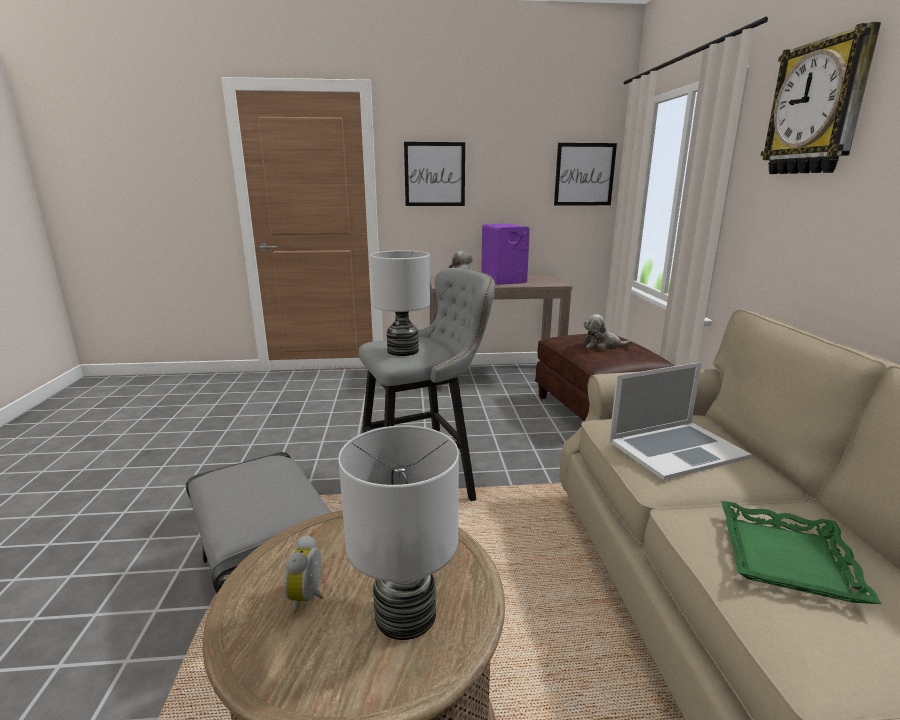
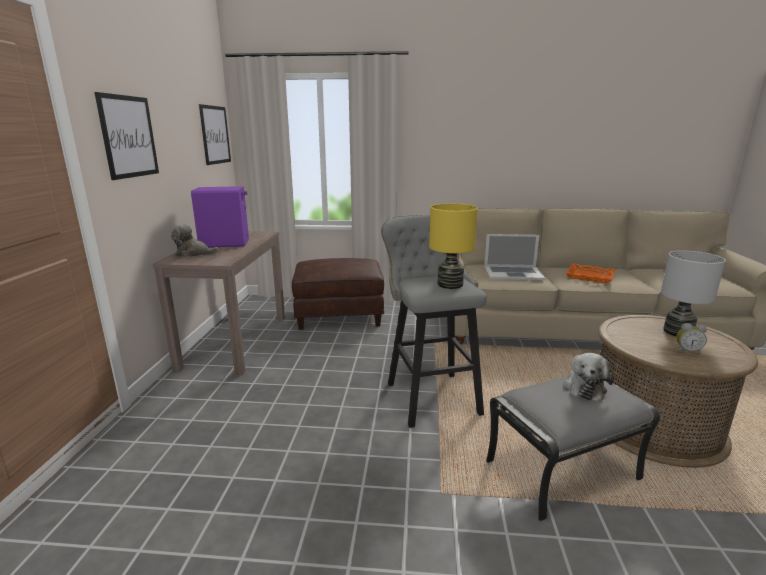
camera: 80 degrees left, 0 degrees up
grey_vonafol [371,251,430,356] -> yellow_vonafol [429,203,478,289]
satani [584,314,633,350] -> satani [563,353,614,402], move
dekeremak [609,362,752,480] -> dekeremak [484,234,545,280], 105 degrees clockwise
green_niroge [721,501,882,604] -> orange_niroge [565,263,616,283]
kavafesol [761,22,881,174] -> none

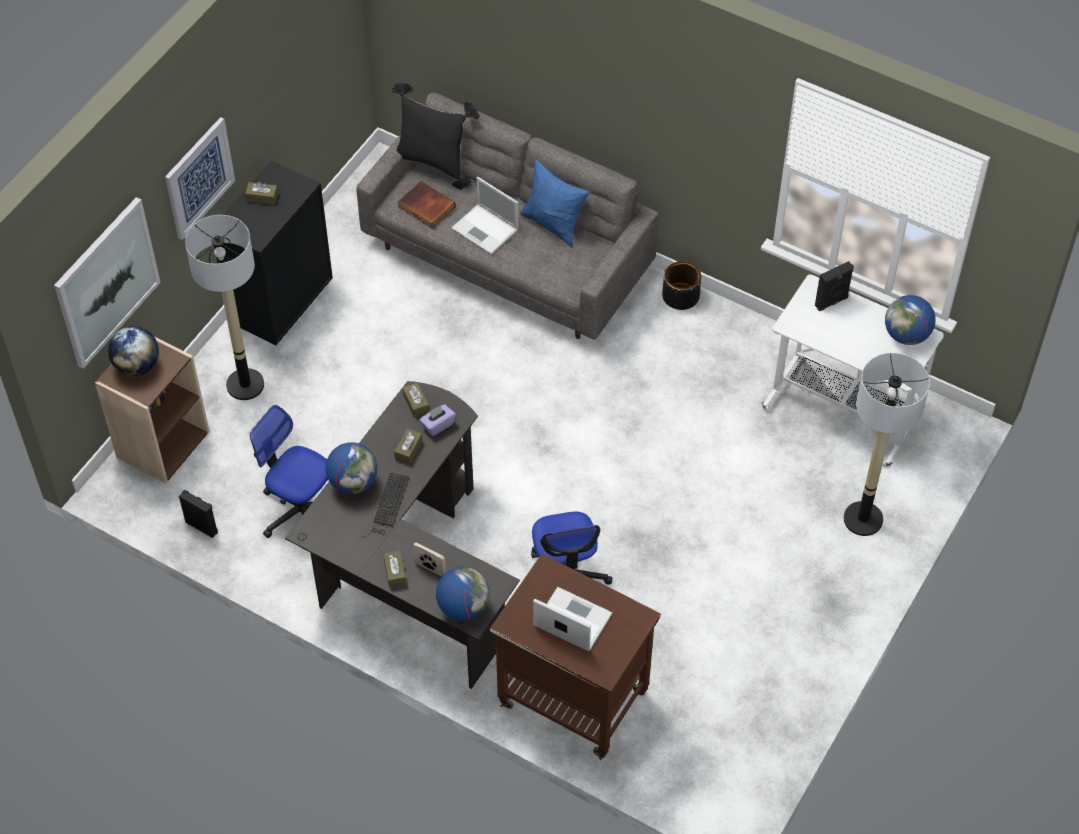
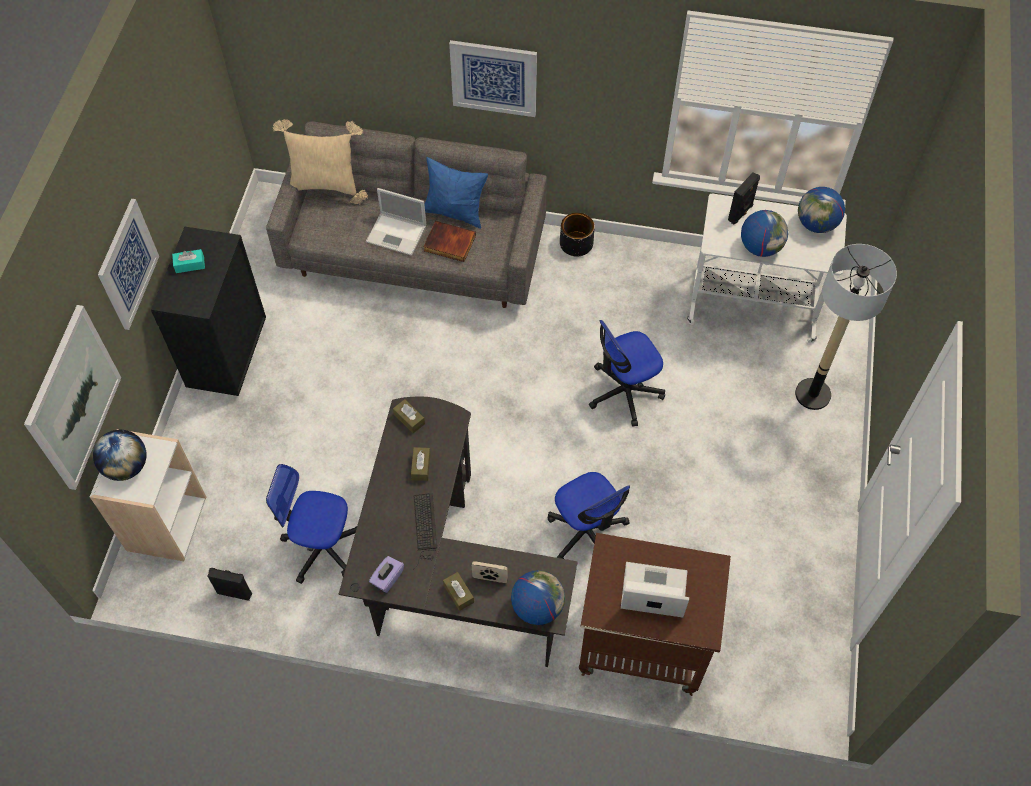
camera: 20 degrees left, 5 degrees up
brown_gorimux [95,337,210,483] -> white_gorimux [90,429,206,561]
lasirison [185,215,264,400] -> none
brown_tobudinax [245,182,278,205] -> turquoise_tobudinax [172,249,205,273]
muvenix [326,442,377,494] -> muvenix [741,210,788,257], move
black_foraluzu [392,83,480,190] -> beige_foraluzu [273,119,368,204]
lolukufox [398,181,456,228] -> lolukufox [423,221,476,262], move
purple_tobudinax [420,404,456,436] -> purple_tobudinax [369,556,404,593], move
none -> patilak [449,40,537,117]
none -> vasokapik [589,320,665,427]

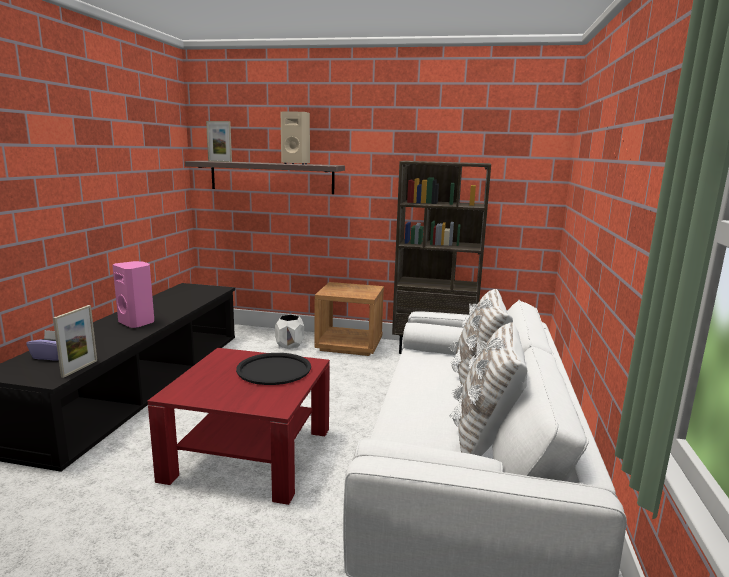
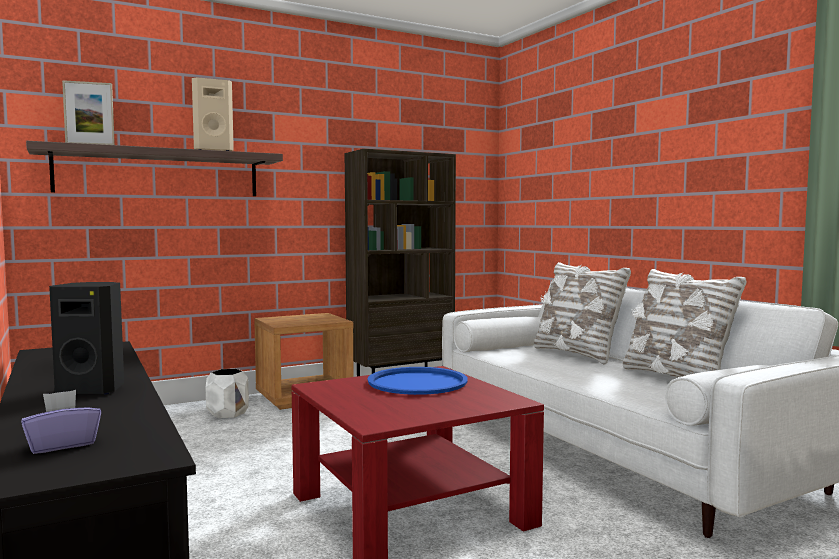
camera: 40 degrees left, 10 degrees down
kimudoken [53,305,97,378] -> none
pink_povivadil [112,261,154,328] -> black_povivadil [49,282,124,394]
black_niroge [236,353,311,385] -> blue_niroge [367,367,468,395]

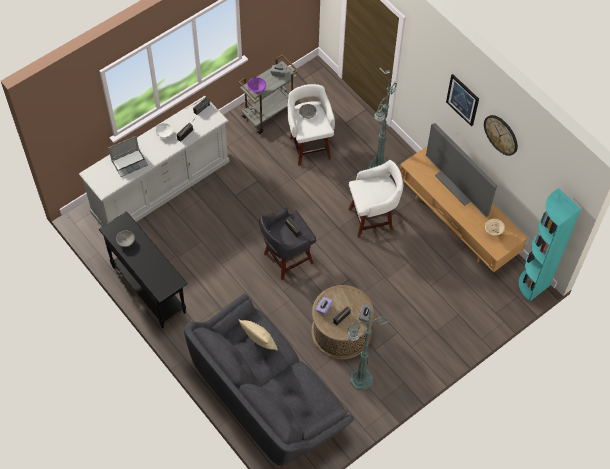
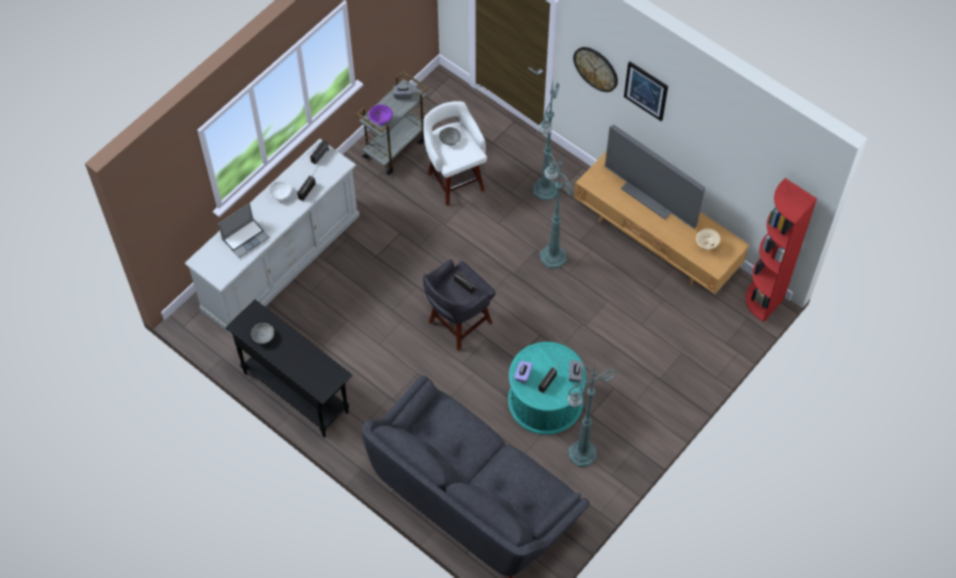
camera: 10 degrees left, 0 degrees up
beige_foraluzu [239,320,278,350] -> none
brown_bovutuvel [311,285,374,360] -> turquoise_bovutuvel [508,342,586,435]
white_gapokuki [349,160,403,238] -> green_lasirison [540,152,572,269]
kavafesol [484,115,518,156] -> kavafesol [573,47,618,92], move
turquoise_gorimux [518,188,581,302] -> red_gorimux [746,178,817,322]

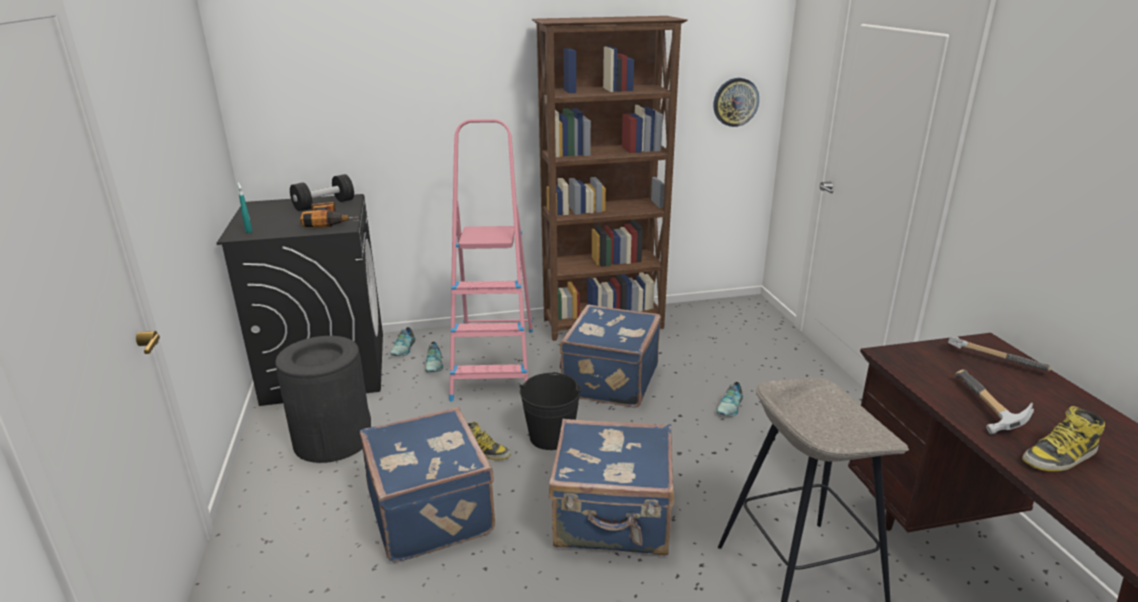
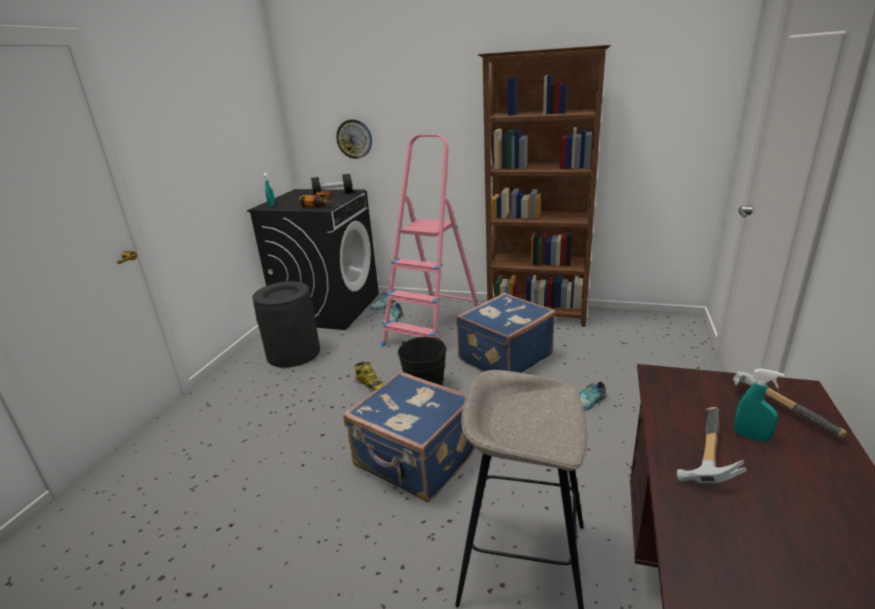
camera: 30 degrees right, 0 degrees up
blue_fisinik [360,407,495,563] -> none
kavafesol [714,78,759,127] -> kavafesol [336,119,372,159], move
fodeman [1022,406,1105,472] -> none
none -> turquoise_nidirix [734,368,784,442]

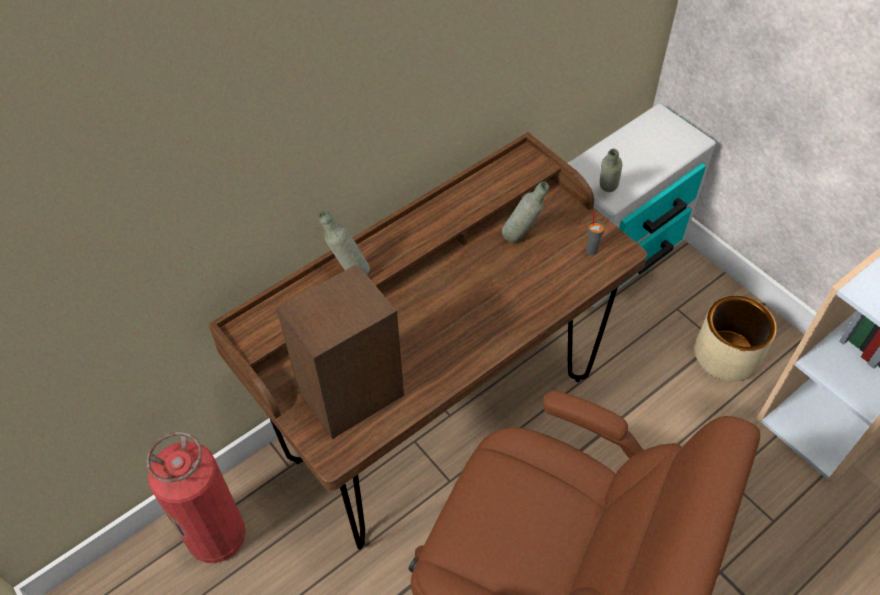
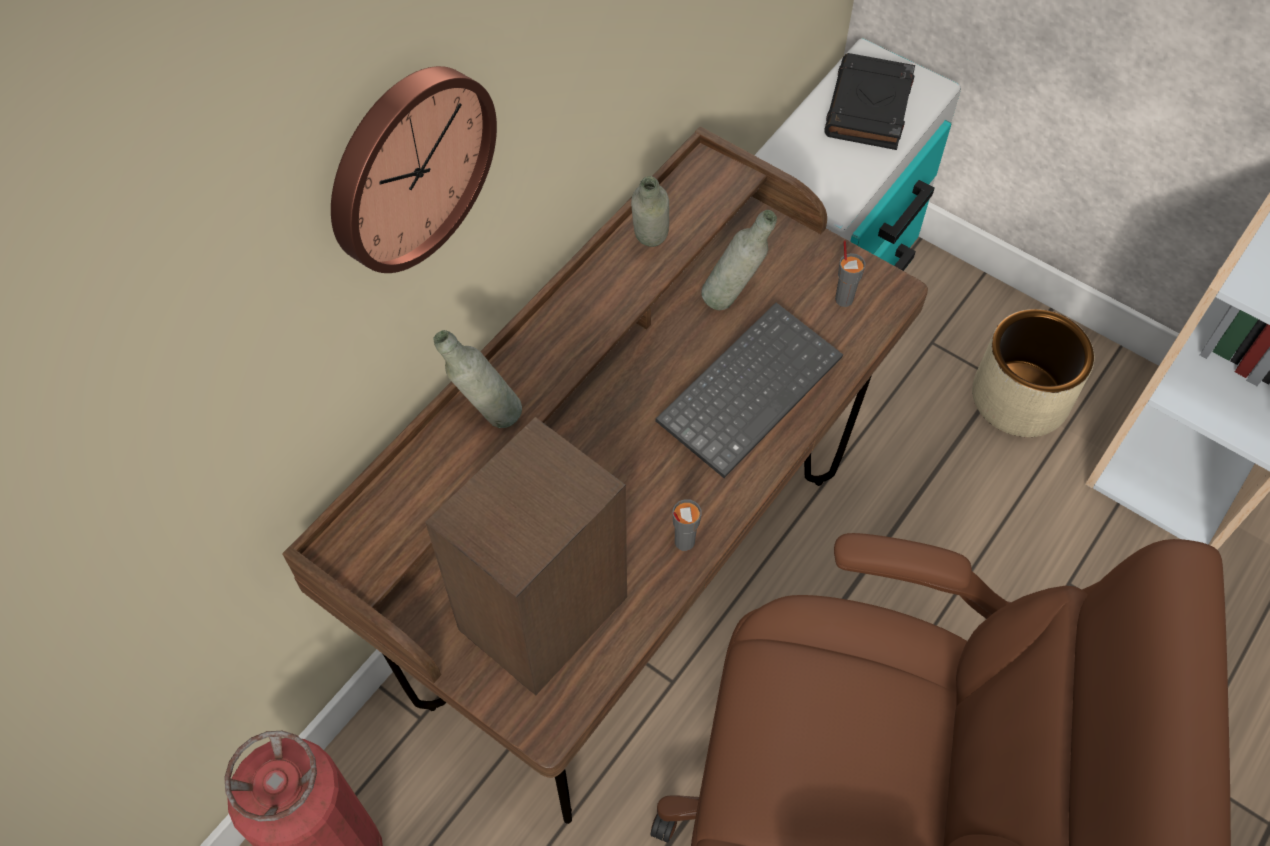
camera: 15 degrees left, 5 degrees up
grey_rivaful [600,149,622,192] -> grey_rivaful [631,176,669,247], move
none -> kavafesol [331,66,497,273]
none -> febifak [655,303,843,478]
none -> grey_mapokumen [673,499,701,551]
none -> black_lolukufox [824,53,915,150]

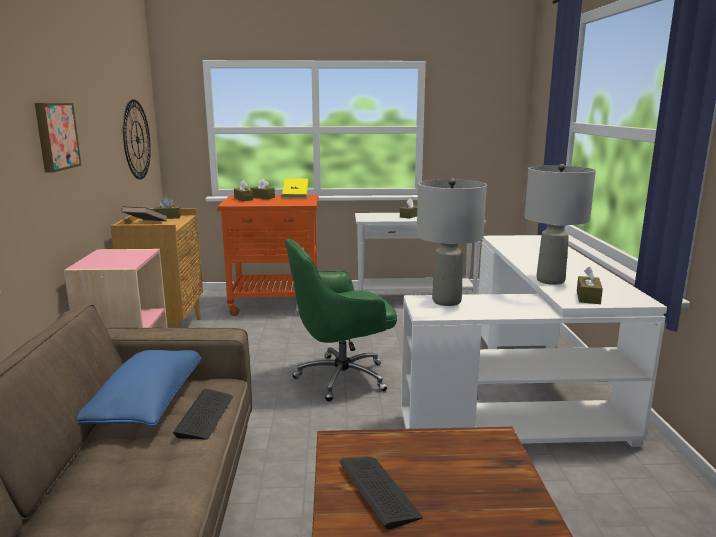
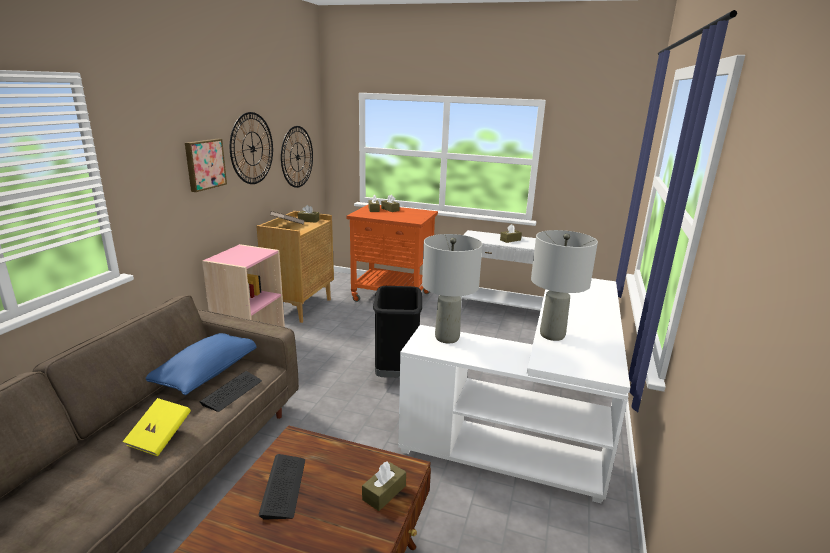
camera: 20 degrees right, 5 degrees up
yellow_lolukufox [282,178,308,198] -> yellow_lolukufox [123,398,191,456], move
green_vasokapik [285,238,397,401] -> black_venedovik [373,286,422,378]
brown_tobudinax [577,266,603,304] -> brown_tobudinax [362,461,406,511], move
none -> kavafesol [230,112,273,184]

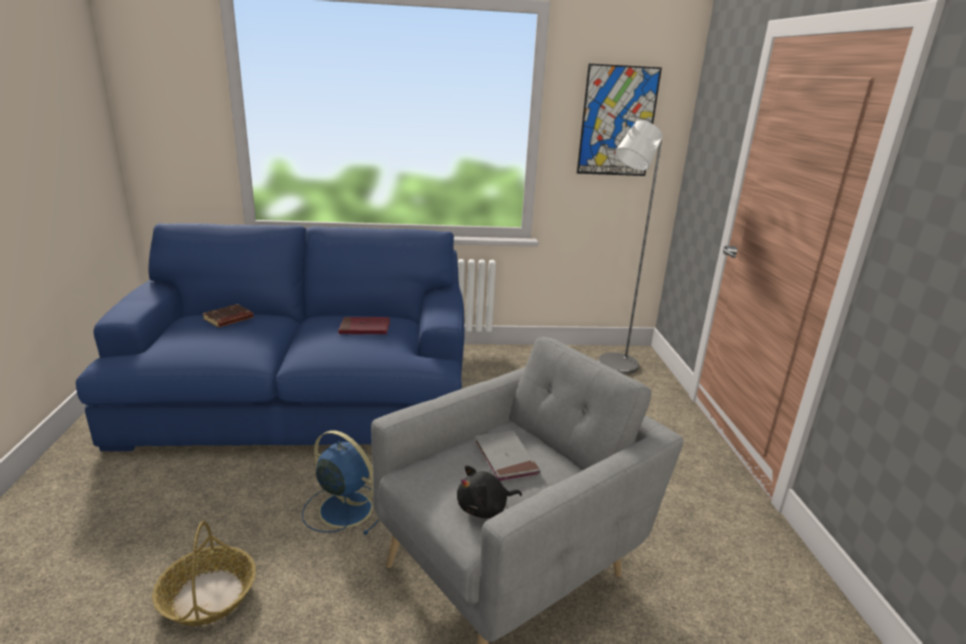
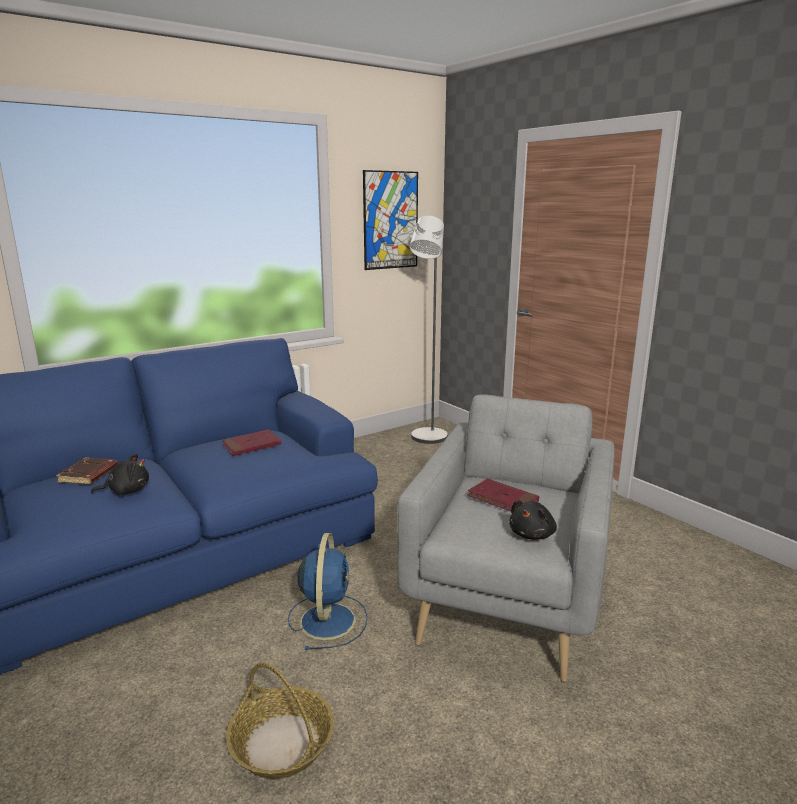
camera: 30 degrees left, 5 degrees down
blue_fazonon [302,430,380,535] -> blue_fazonon [288,533,368,650], 90 degrees clockwise
grey_lolukufox [474,431,541,482] -> red_lolukufox [467,479,539,512]
none -> black_satani [91,454,149,495]

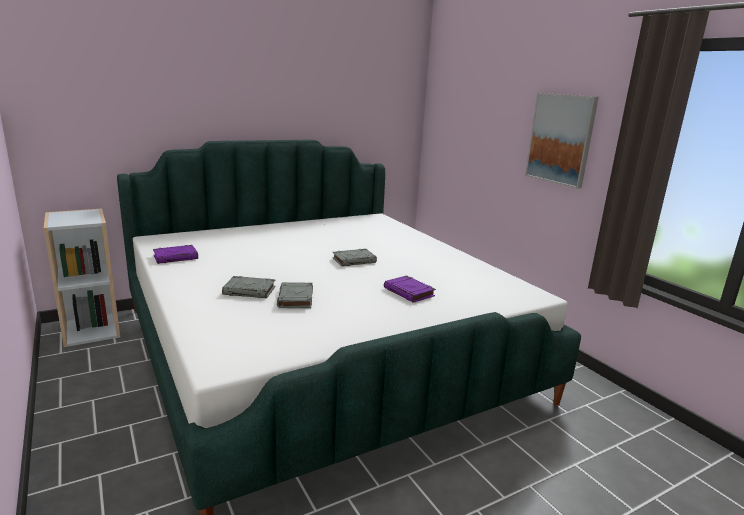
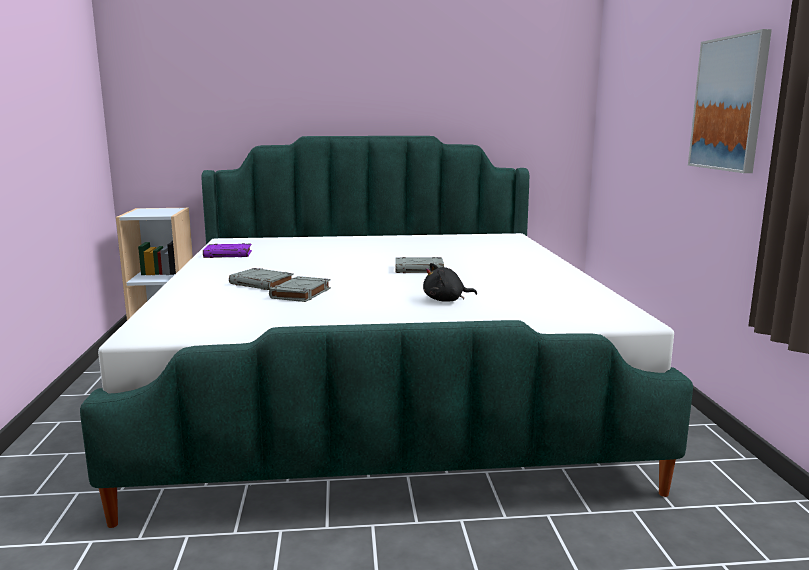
camera: 25 degrees right, 5 degrees down
purple_lolukufox [384,275,436,303] -> black_satani [423,263,477,302]

